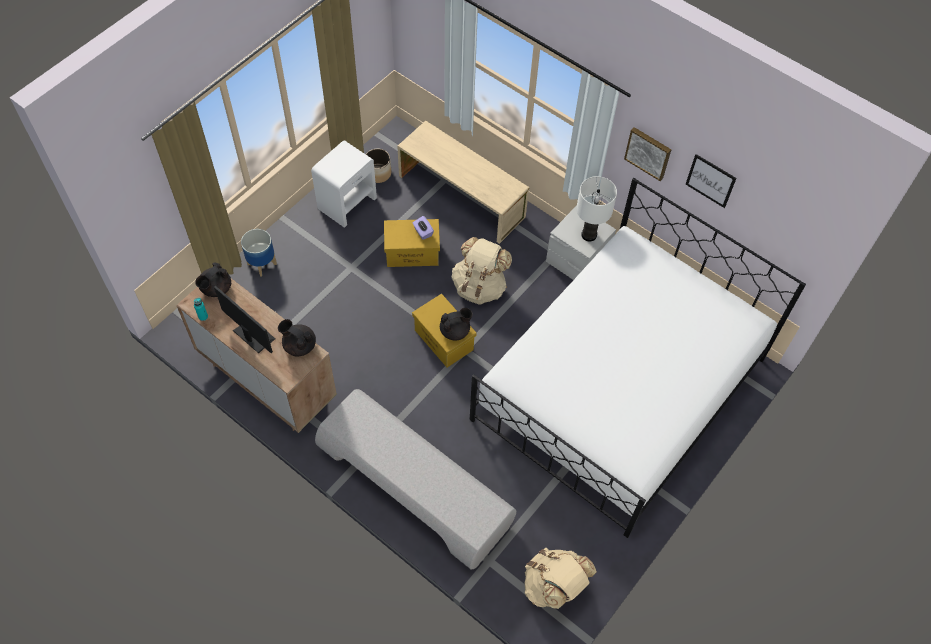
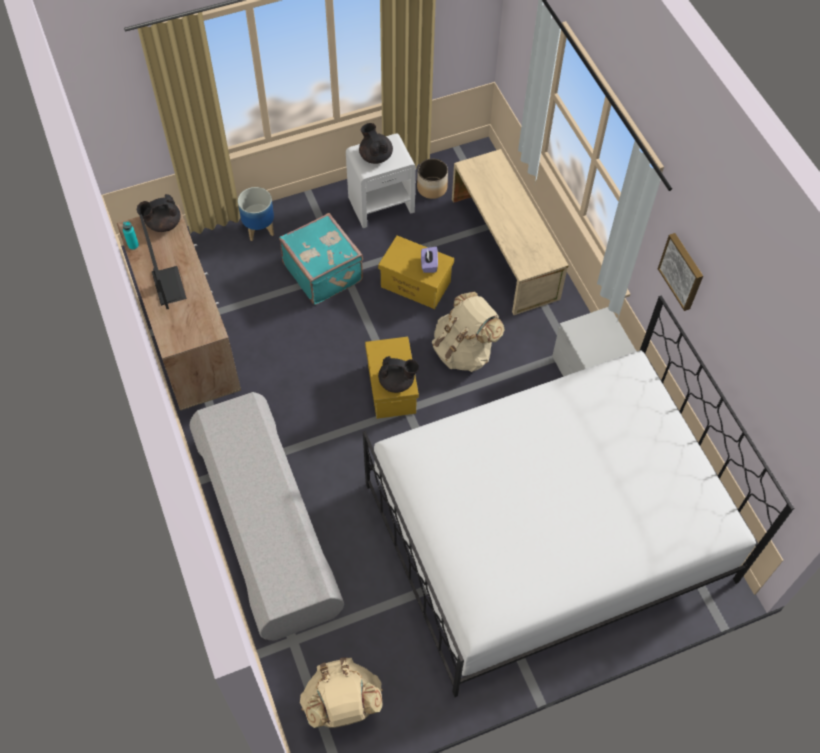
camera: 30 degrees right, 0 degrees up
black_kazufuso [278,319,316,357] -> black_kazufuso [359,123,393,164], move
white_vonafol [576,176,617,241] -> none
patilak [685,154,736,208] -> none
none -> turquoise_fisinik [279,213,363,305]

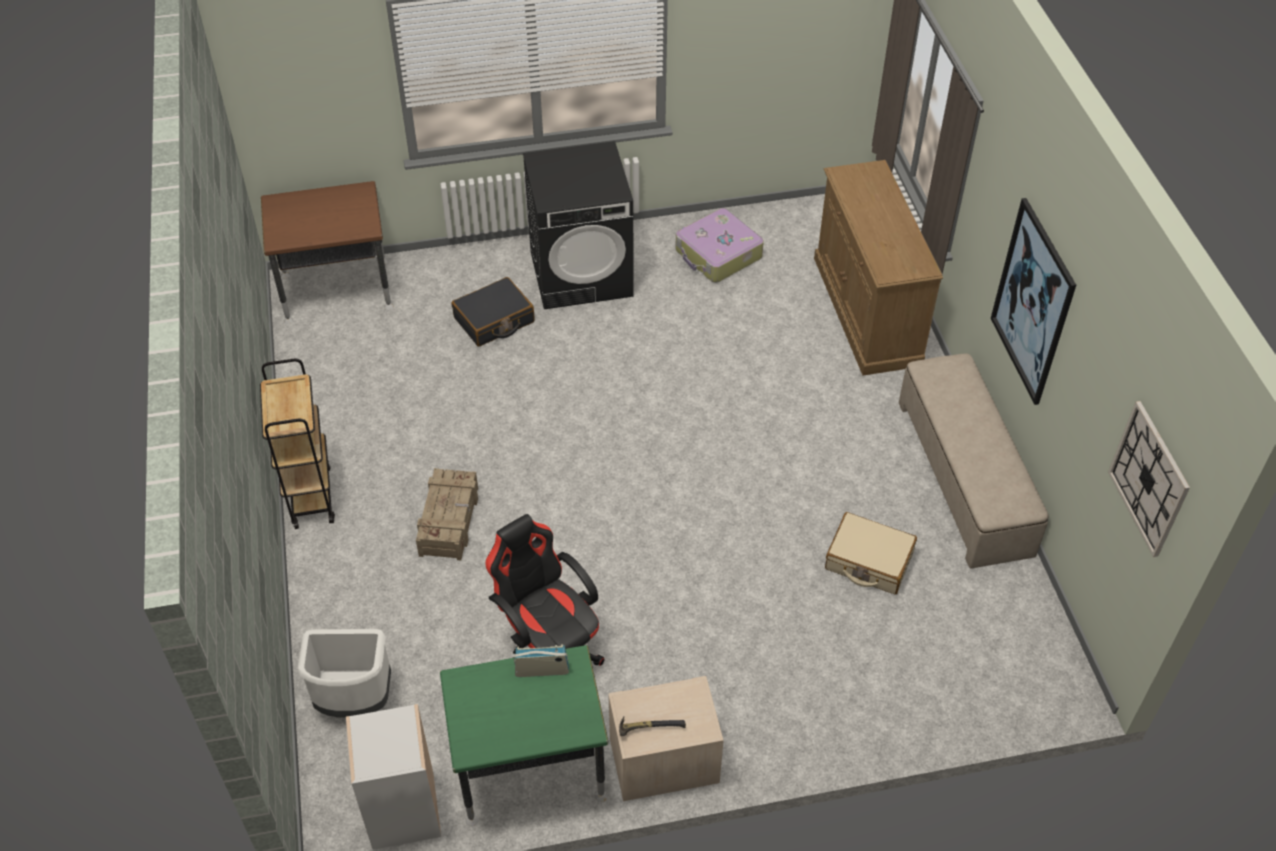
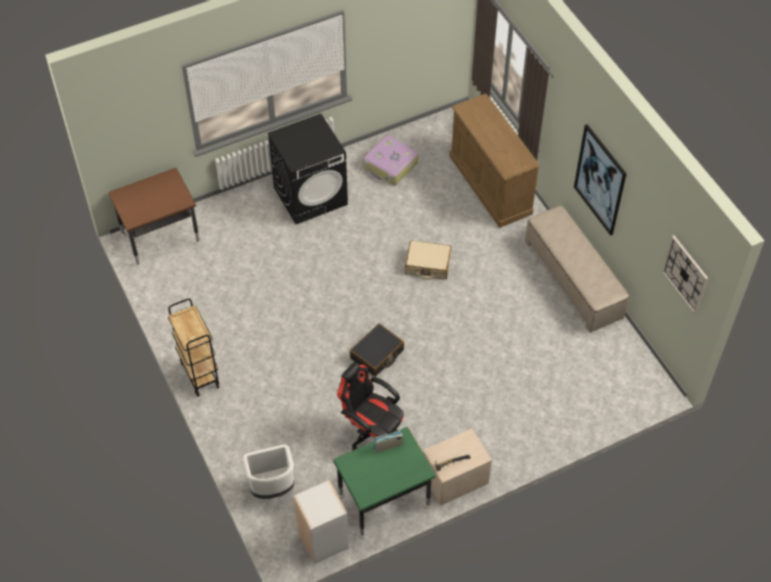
camera: 15 degrees left, 5 degrees up
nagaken [416,468,478,560] -> none
black_fisinik [452,277,535,346] -> black_fisinik [350,324,404,377], move
beige_fisinik [825,512,917,594] -> beige_fisinik [405,240,452,280], move

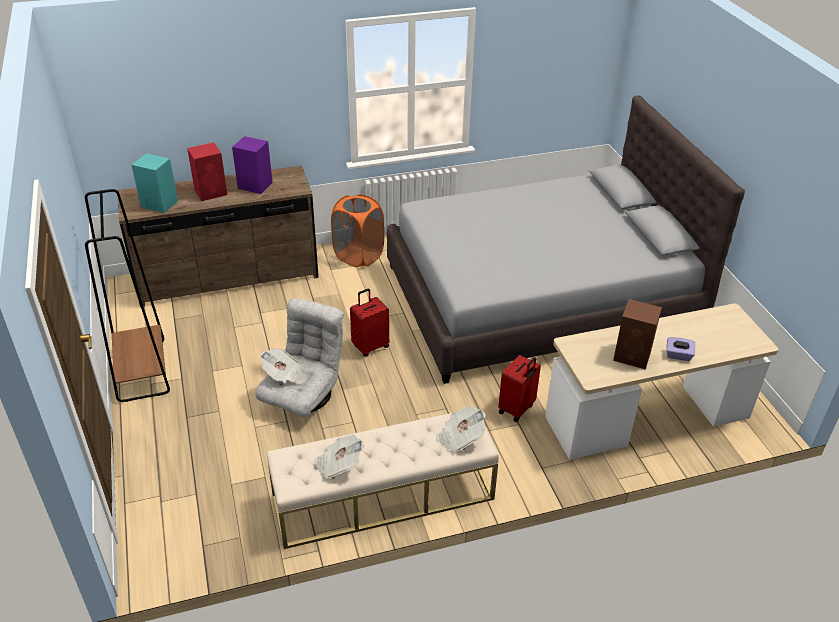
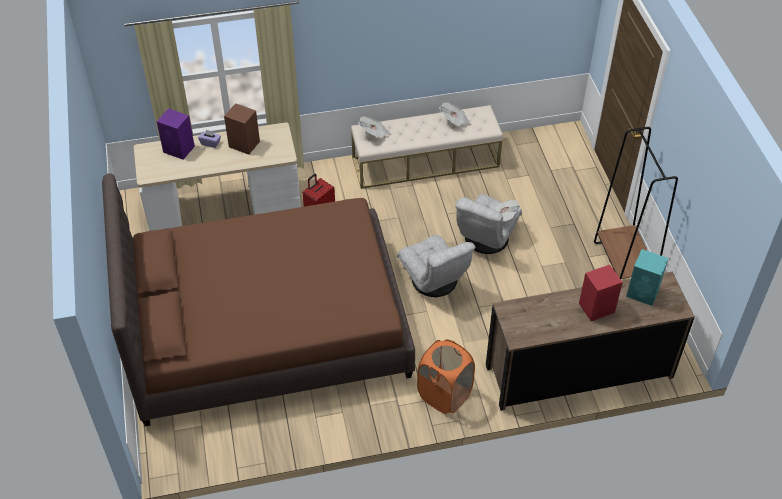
camera: 175 degrees left, 10 degrees up
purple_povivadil [232,136,273,194] -> purple_povivadil [156,108,195,160], move
red_fisinik [350,289,389,357] -> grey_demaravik [397,235,476,297]
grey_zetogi [387,95,745,384] -> brown_zetogi [102,173,415,426]

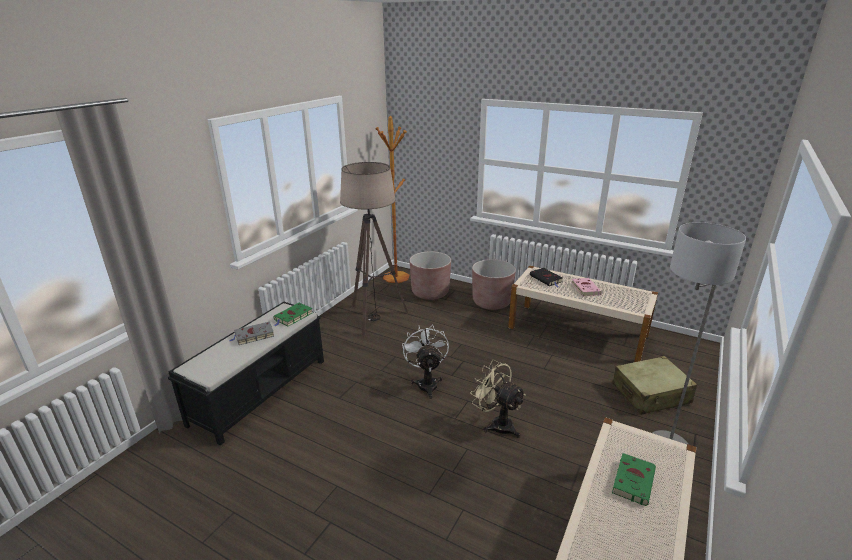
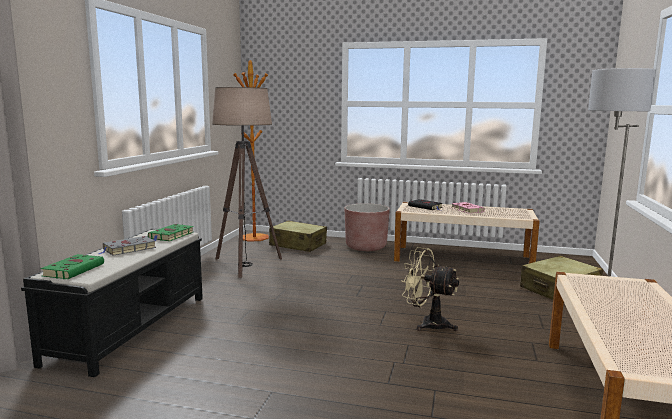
camera: 15 degrees left, 15 degrees down
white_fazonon [402,326,449,399] -> none
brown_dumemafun [410,251,451,300] -> beige_fisinik [269,220,327,252]
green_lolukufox [612,453,656,506] -> green_lolukufox [41,254,104,279], move

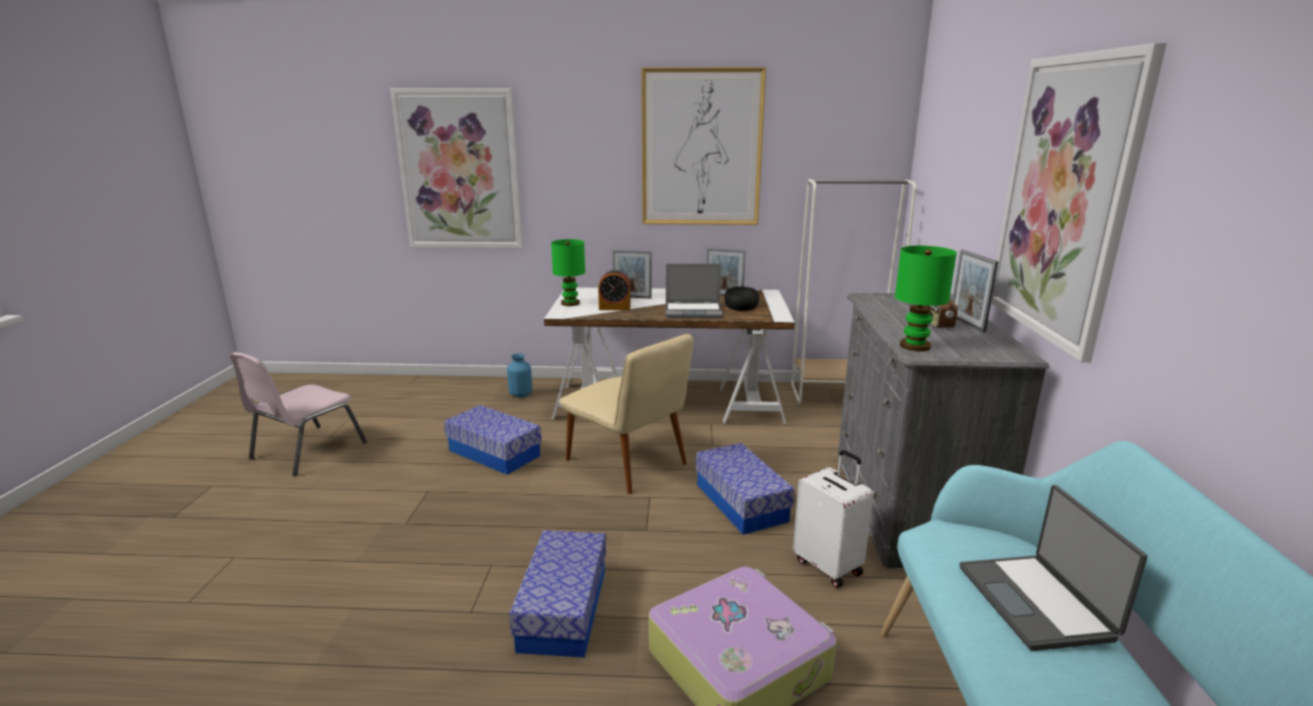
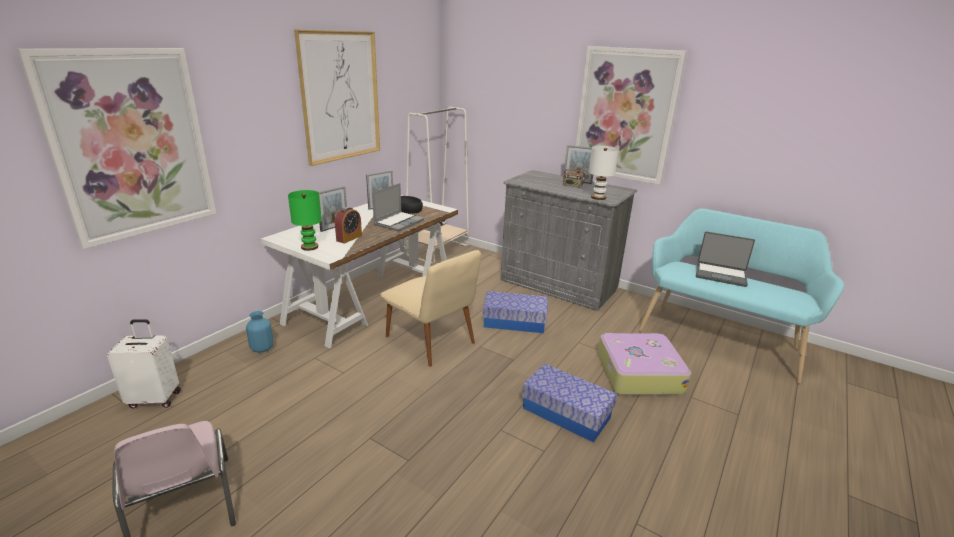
camera: 60 degrees left, 5 degrees up
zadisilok [444,405,542,475] -> none
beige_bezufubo [559,334,693,494] -> beige_bezufubo [381,250,481,367], 60 degrees clockwise
white_fisinik [793,450,874,588] -> white_fisinik [107,319,181,408], move
green_vonafol [895,246,957,351] -> white_vonafol [589,146,619,200]

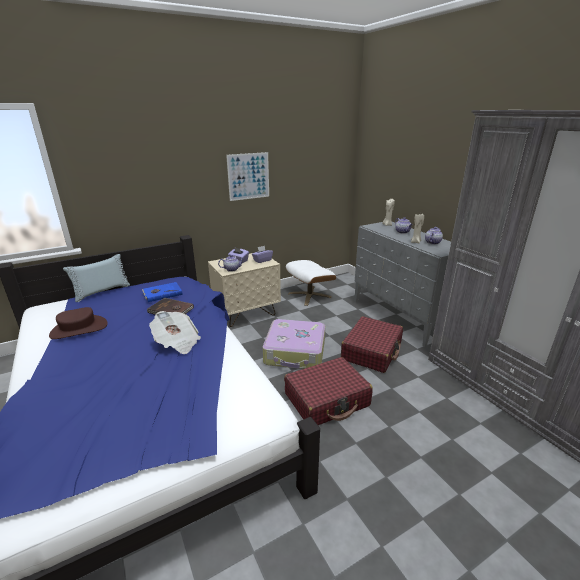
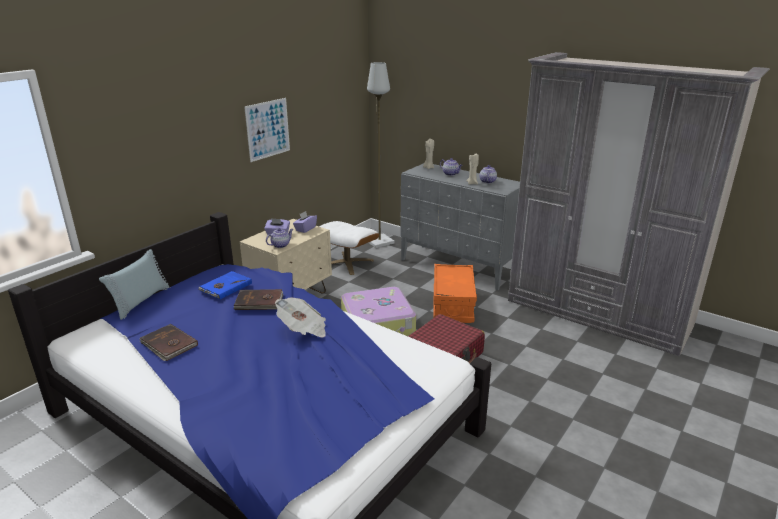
camera: 25 degrees left, 0 degrees up
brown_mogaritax [49,307,108,339] -> brown_lolukufox [140,324,198,361]
red_fisinik [341,316,403,373] -> orange_zadisilok [433,264,477,323]
none -> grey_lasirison [367,62,395,248]

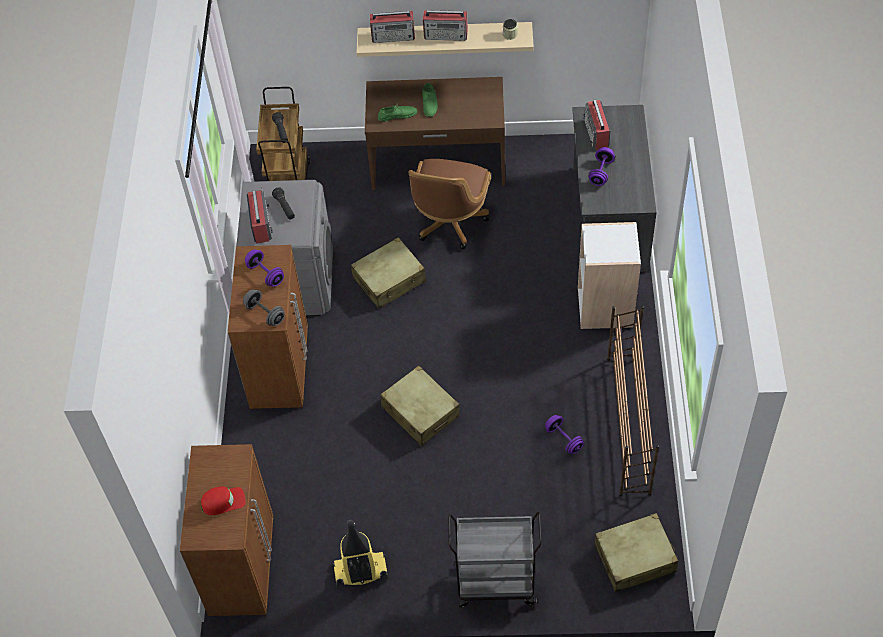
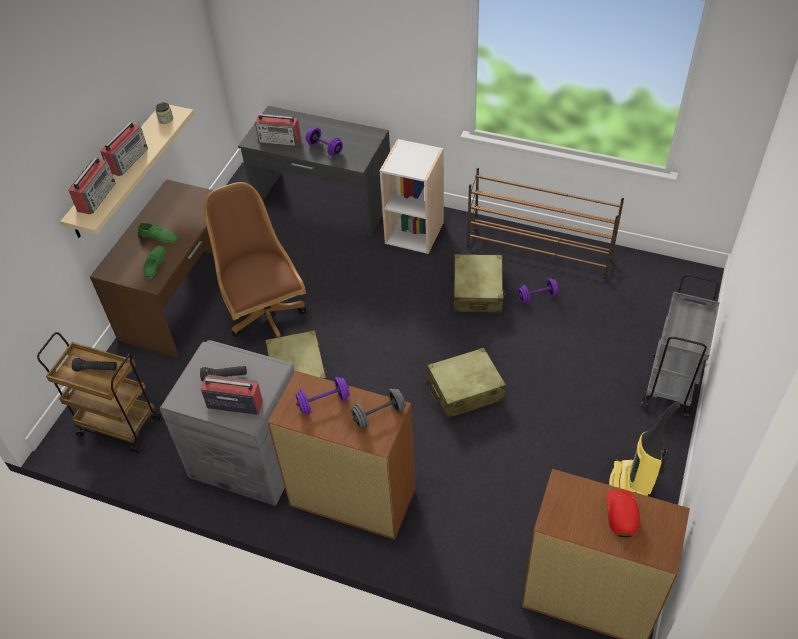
camera: 70 degrees left, 5 degrees down
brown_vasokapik [408,159,491,249] -> brown_vasokapik [204,182,306,338], 150 degrees counterclockwise
beige_fisinik [594,513,678,592] -> beige_fisinik [453,254,505,313], move

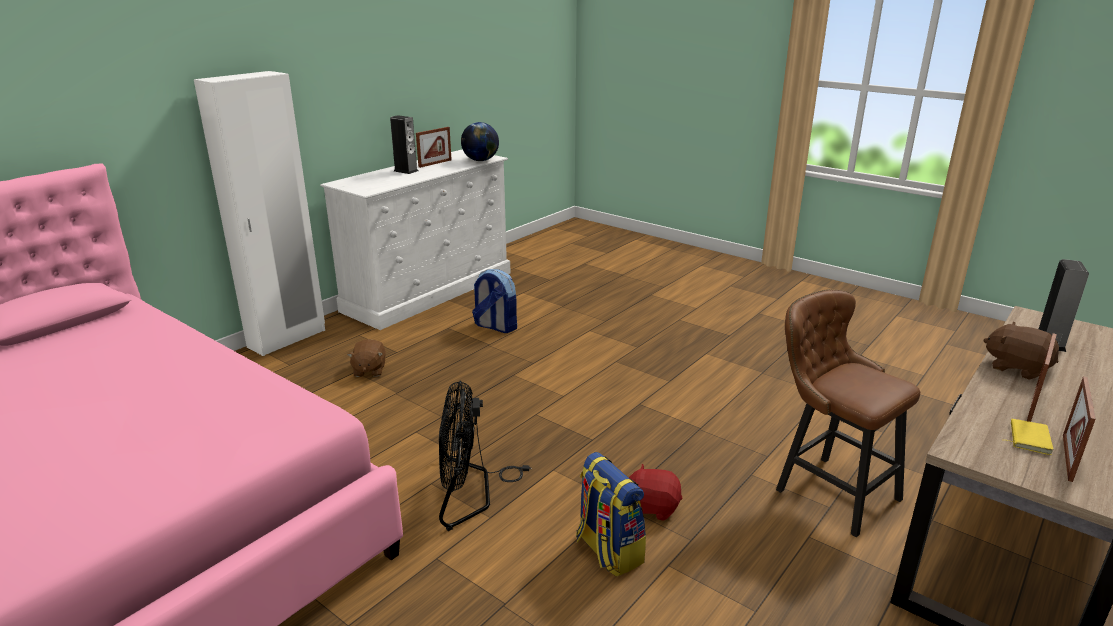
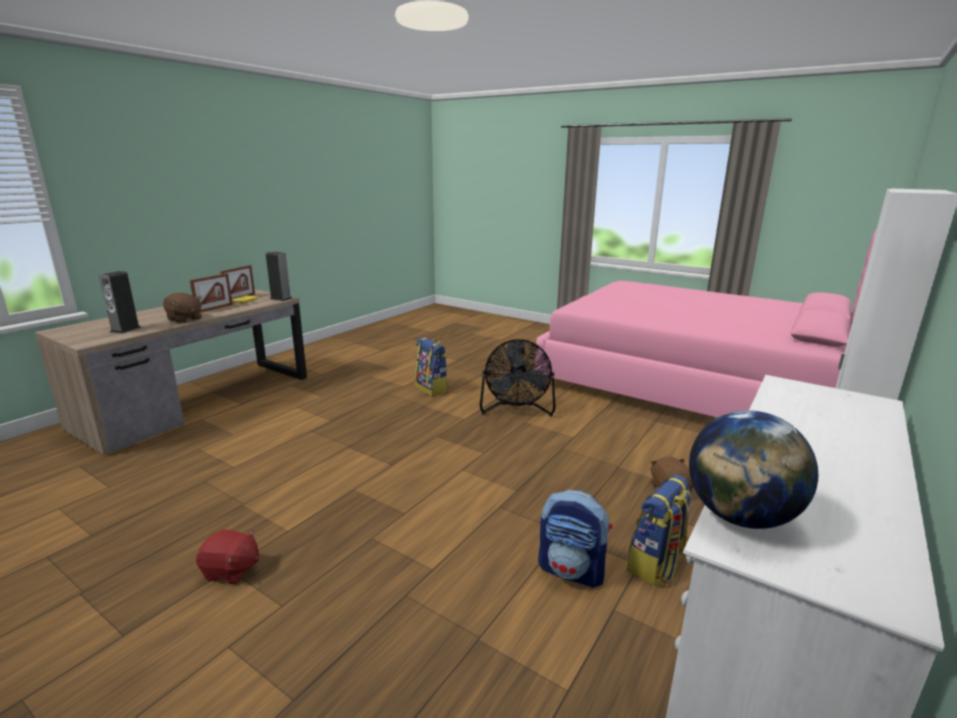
camera: 175 degrees right, 5 degrees down
povivadil [390,115,418,174] -> povivadil [266,251,292,301], move
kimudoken [416,127,452,168] -> none
black_fazonon [439,381,532,531] -> black_fazonon [480,339,556,417], 105 degrees clockwise
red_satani [629,464,682,521] -> red_satani [196,530,259,584], move
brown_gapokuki [776,289,920,537] -> none
none -> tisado [627,475,692,587]

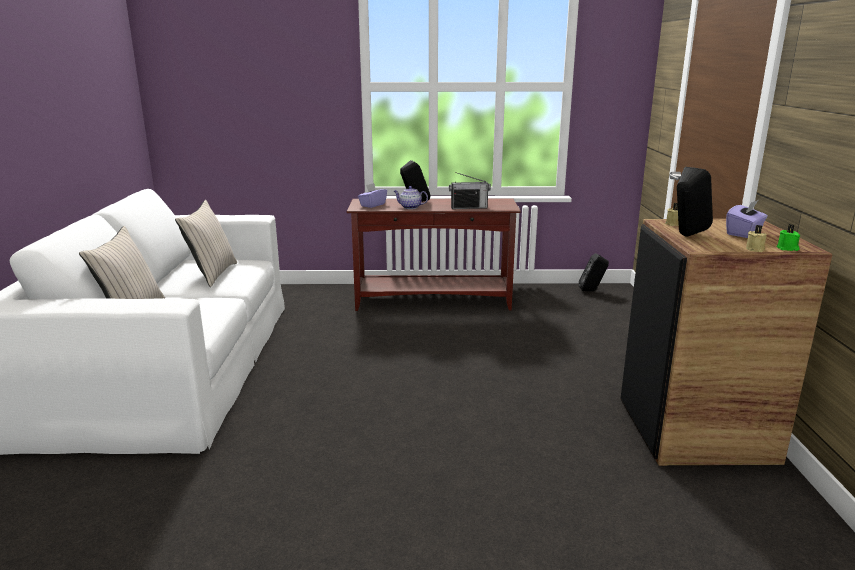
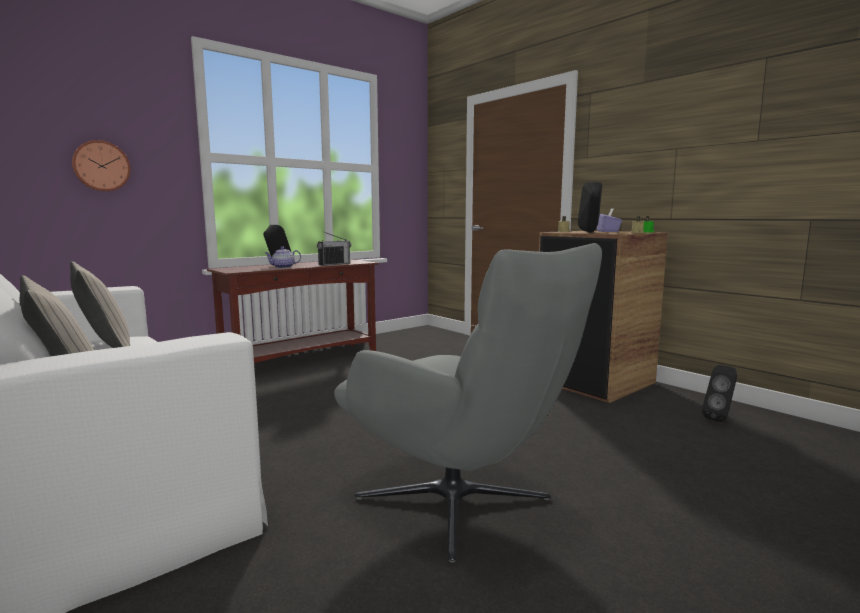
camera: 40 degrees left, 10 degrees down
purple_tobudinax [358,183,387,208] -> none
black_povivadil [579,253,609,291] -> black_povivadil [702,365,737,422], move
none -> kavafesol [72,140,131,192]
none -> grey_demaravik [334,243,602,562]

